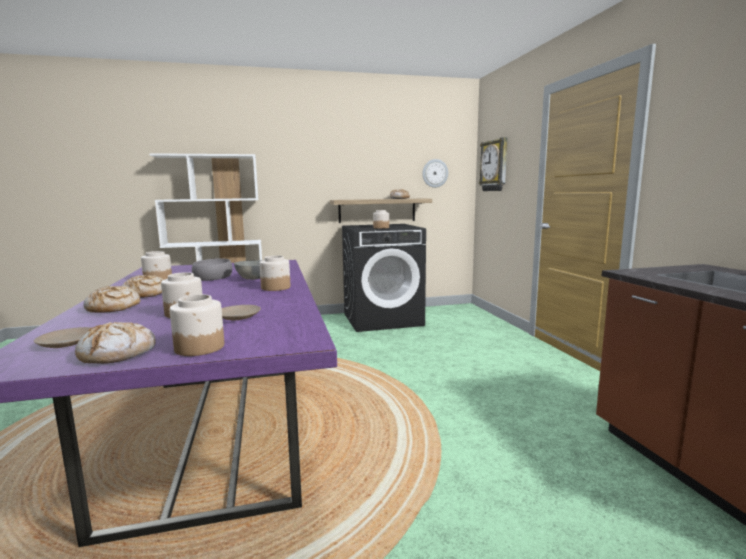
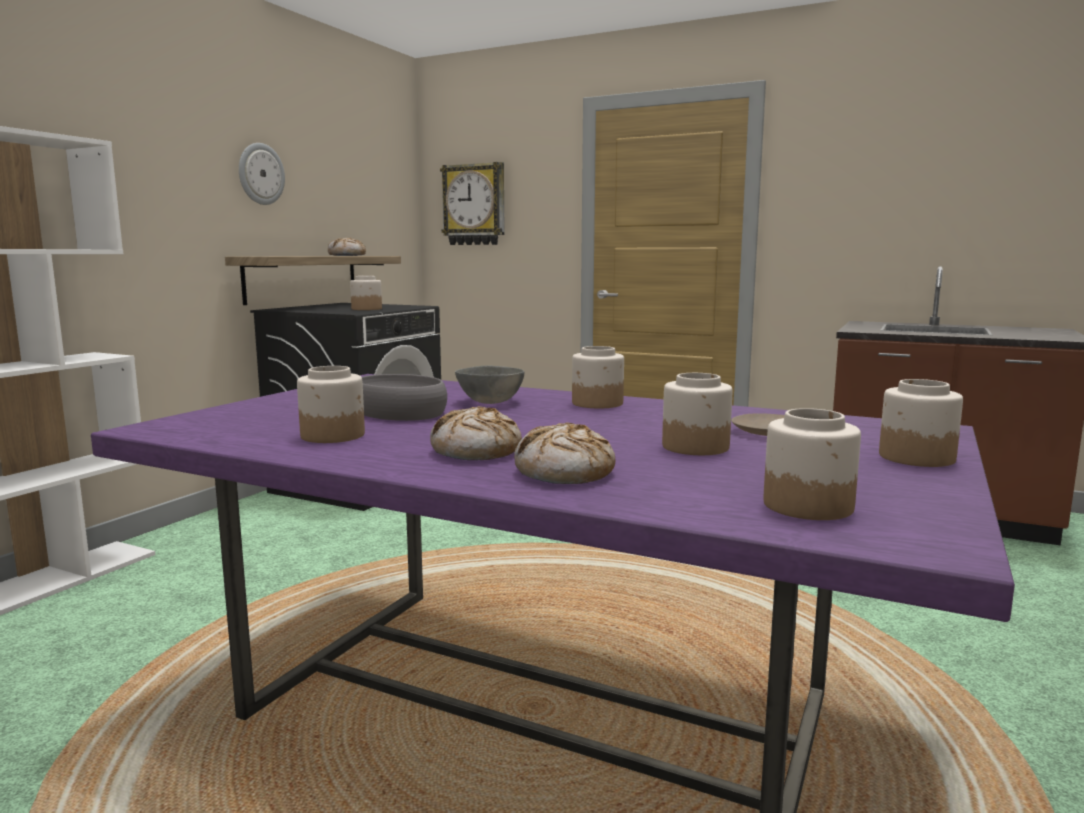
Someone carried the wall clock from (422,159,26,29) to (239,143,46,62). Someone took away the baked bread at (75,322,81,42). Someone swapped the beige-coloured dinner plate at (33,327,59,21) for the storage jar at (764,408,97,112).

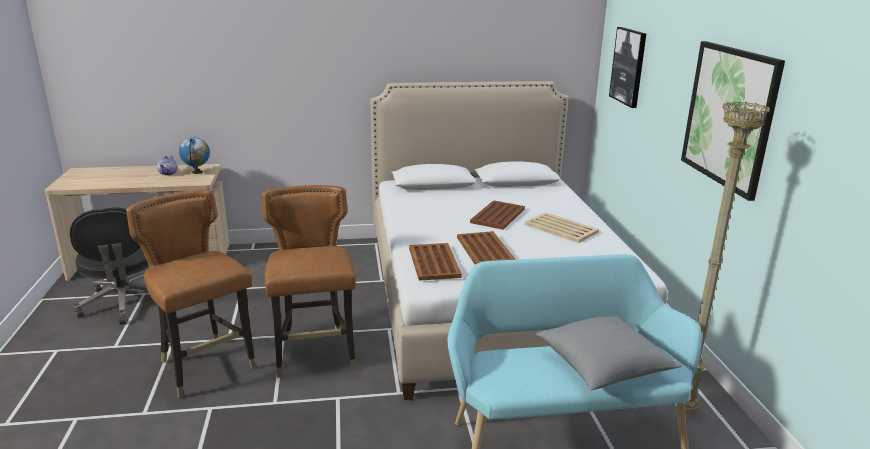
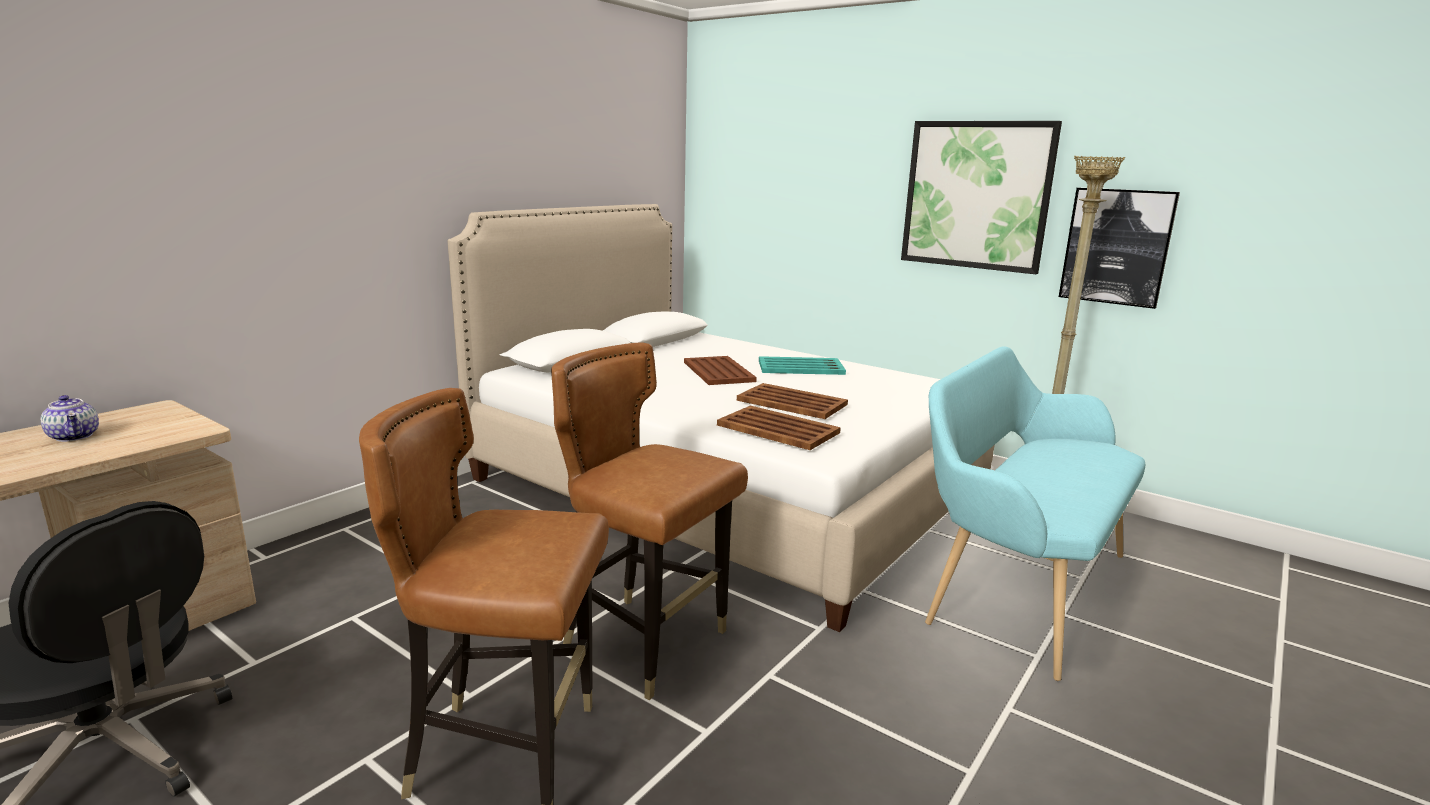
Someone carried the wall picture from (609,27,37,81) to (1059,188,121,121). Someone took away the globe at (179,138,31,36). Someone repainted the beige-coloured carrying tray at (525,212,74,31), which became the turquoise-coloured carrying tray at (759,356,87,19). Someone took away the greyish cushion at (536,316,145,74).

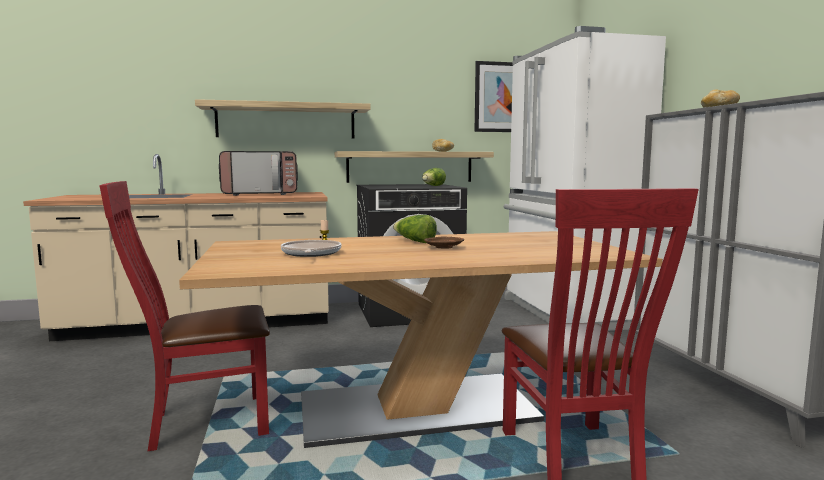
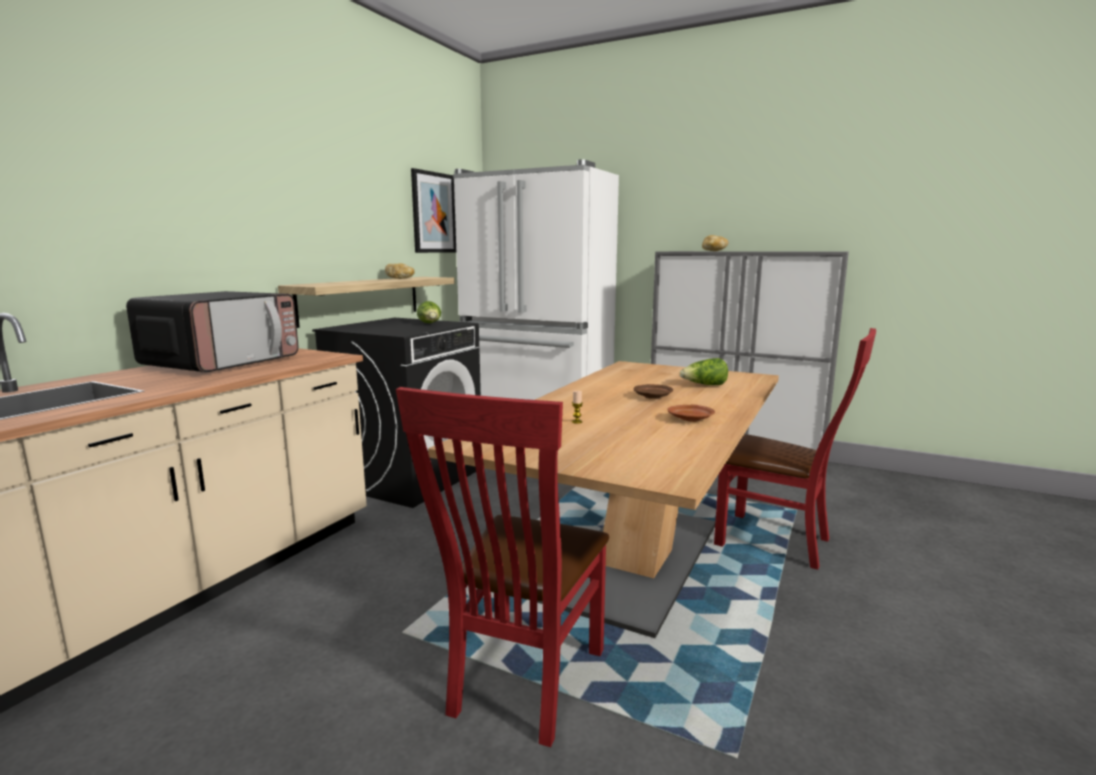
Someone took away the shelf at (195,99,176,39). Someone carried the head of lettuce from (393,215,44,28) to (680,358,48,27). Someone took away the skillet at (281,240,60,17). Someone put down the brownish dinner plate at (667,405,48,17).

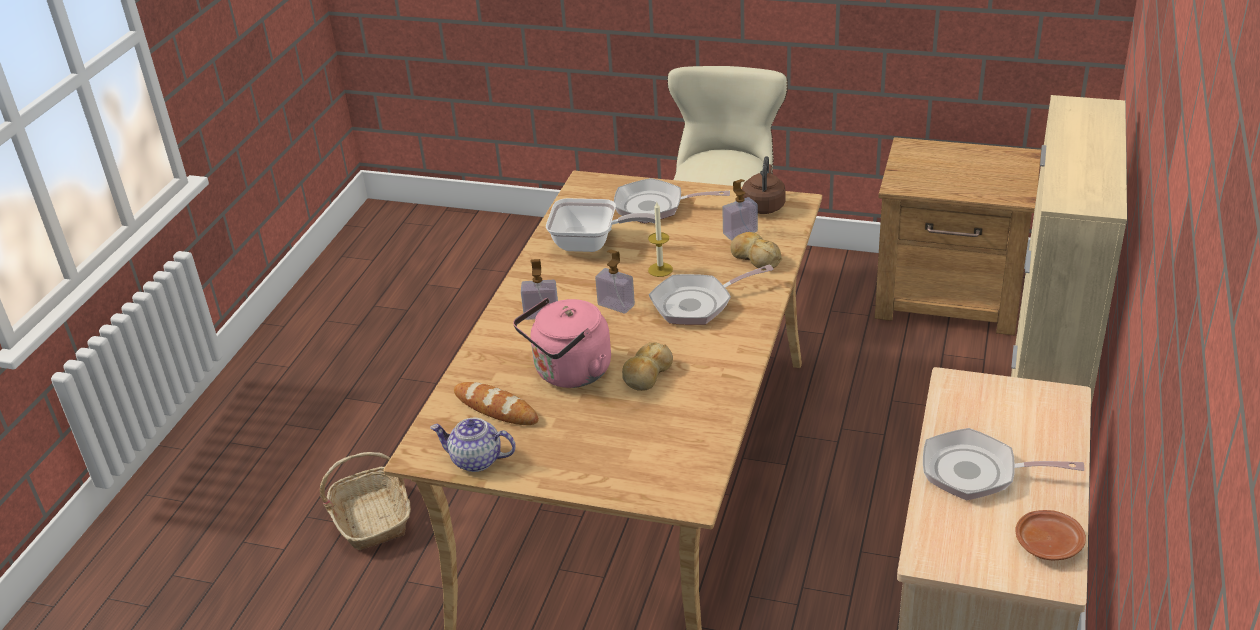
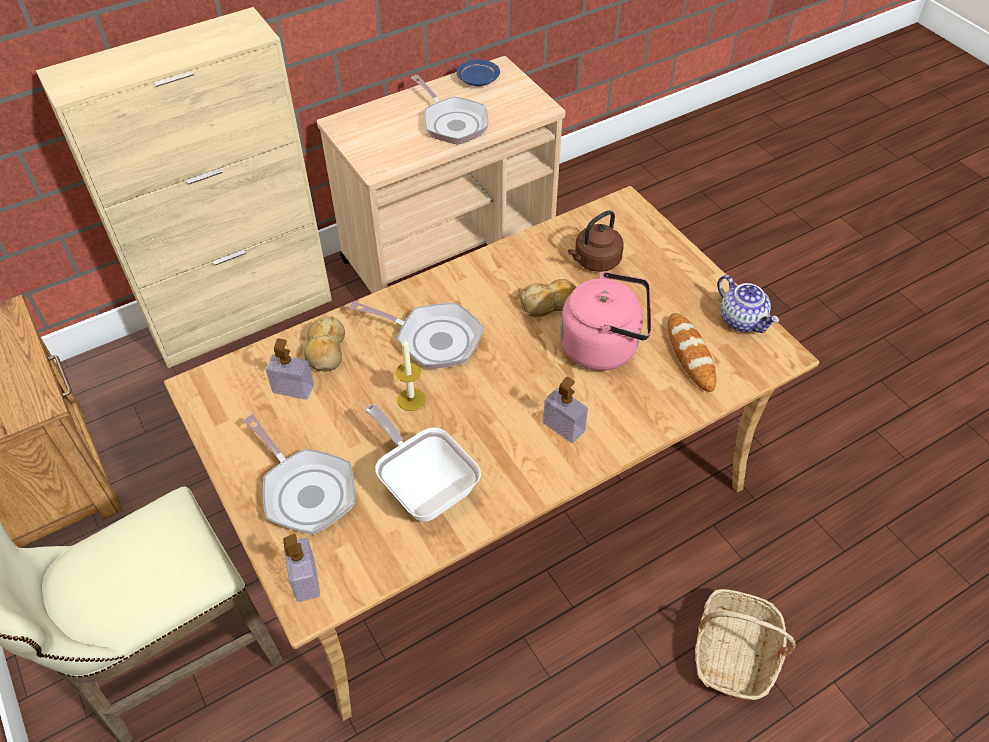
Someone carried the brownish kettle from (742,156,44,58) to (568,210,56,62). Someone carried the liquid soap bottle from (595,249,40,64) to (283,534,37,68). Someone repainted the brownish dinner plate at (1016,510,70,50), which became the blue dinner plate at (457,59,43,27).

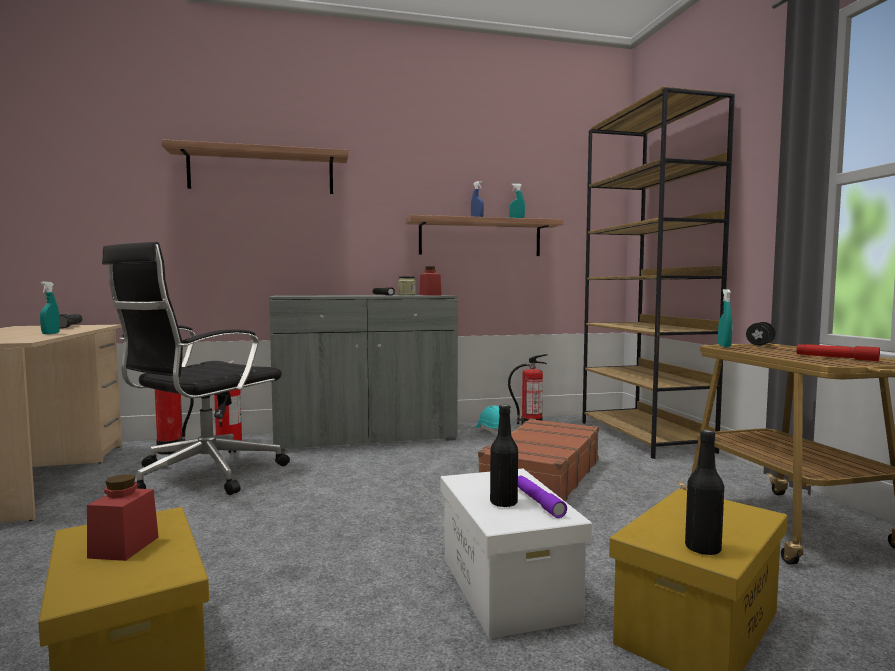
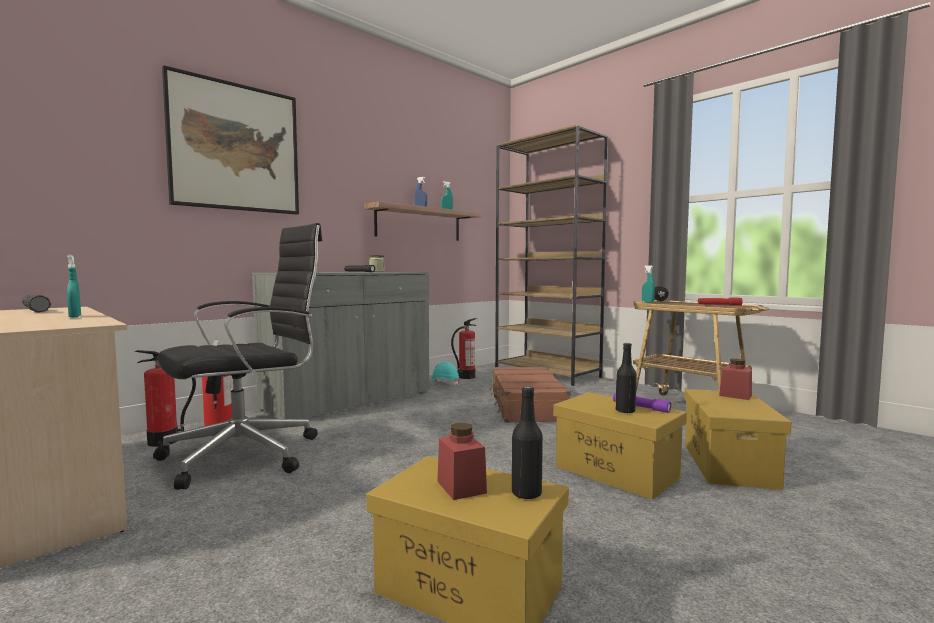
Someone swapped the shelf at (162,139,187,55) for the wall picture at (162,65,137,149). Someone rotated the black computer chair at (102,242,188,253) by 135 degrees counterclockwise. Someone carried the reddish storage jar from (419,267,22,29) to (719,359,33,41). Someone carried the black beverage bottle from (685,430,39,125) to (512,386,31,114). Someone repainted the white-coloured storage bin at (440,469,152,170), which became the yellow storage bin at (553,392,134,107).

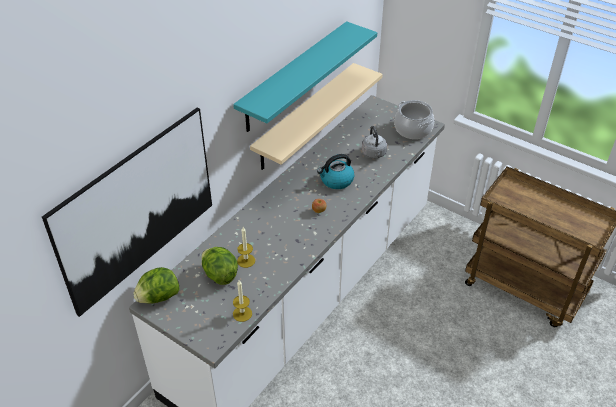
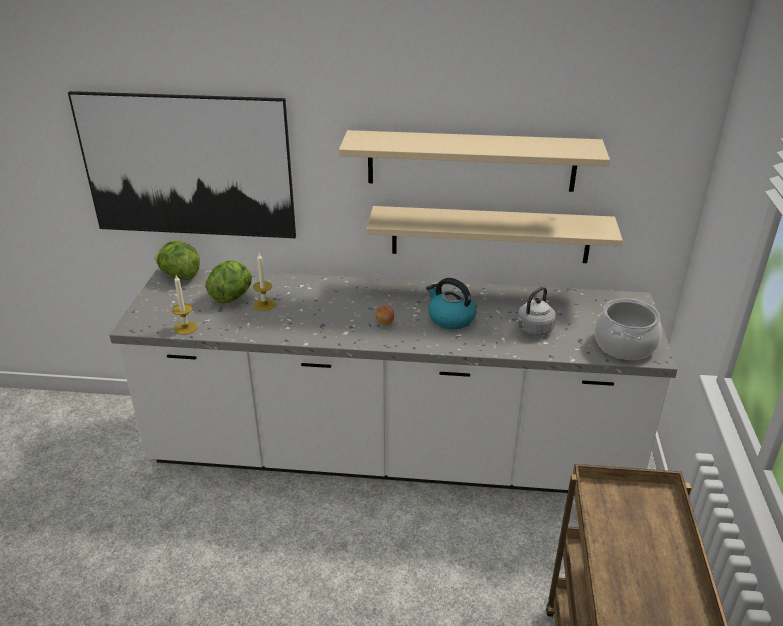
Someone repainted the turquoise-coloured shelf at (233,21,144,111), which became the beige-coloured shelf at (339,130,271,62).

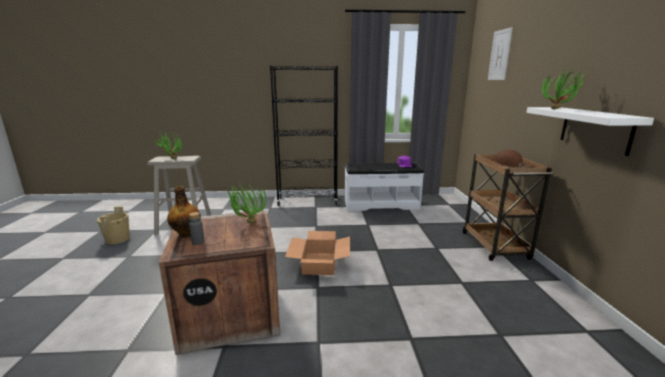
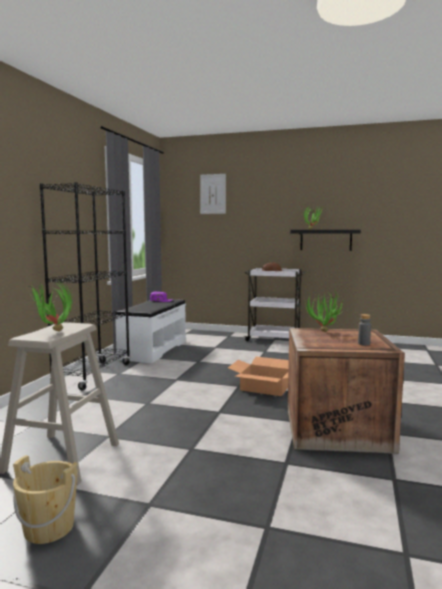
Someone repainted the white-coloured shelf at (526,107,128,49), which became the black shelf at (290,230,71,21). Someone repainted the brownish wheeled cart at (463,154,90,107), which became the white-coloured wheeled cart at (243,268,63,73). Someone took away the beverage bottle at (167,186,34,51).

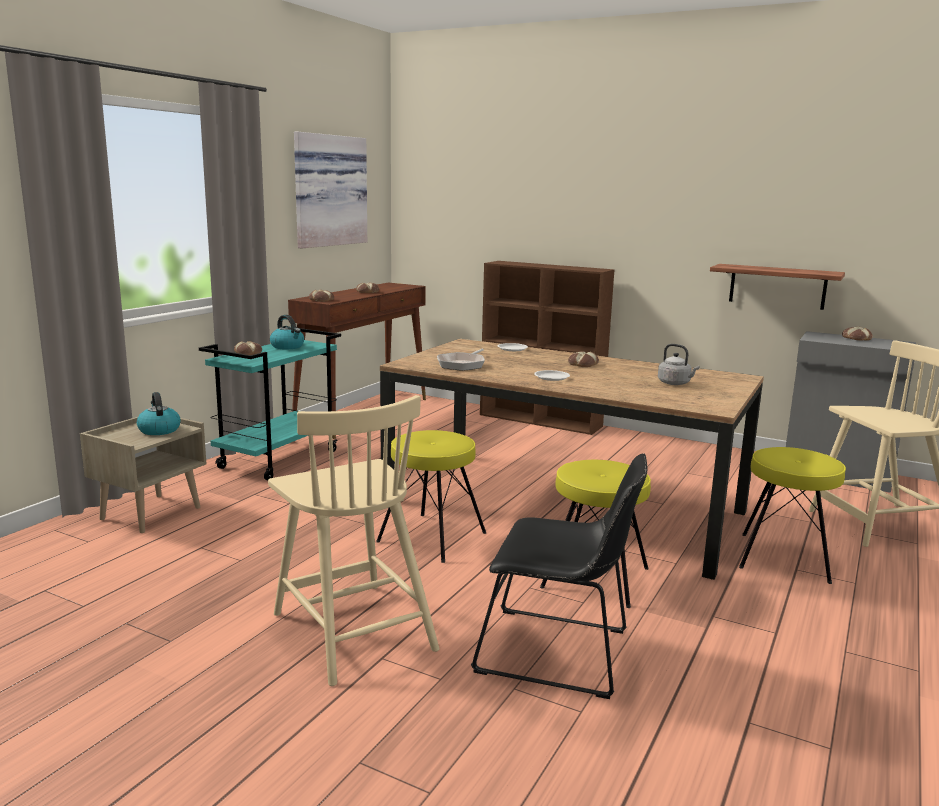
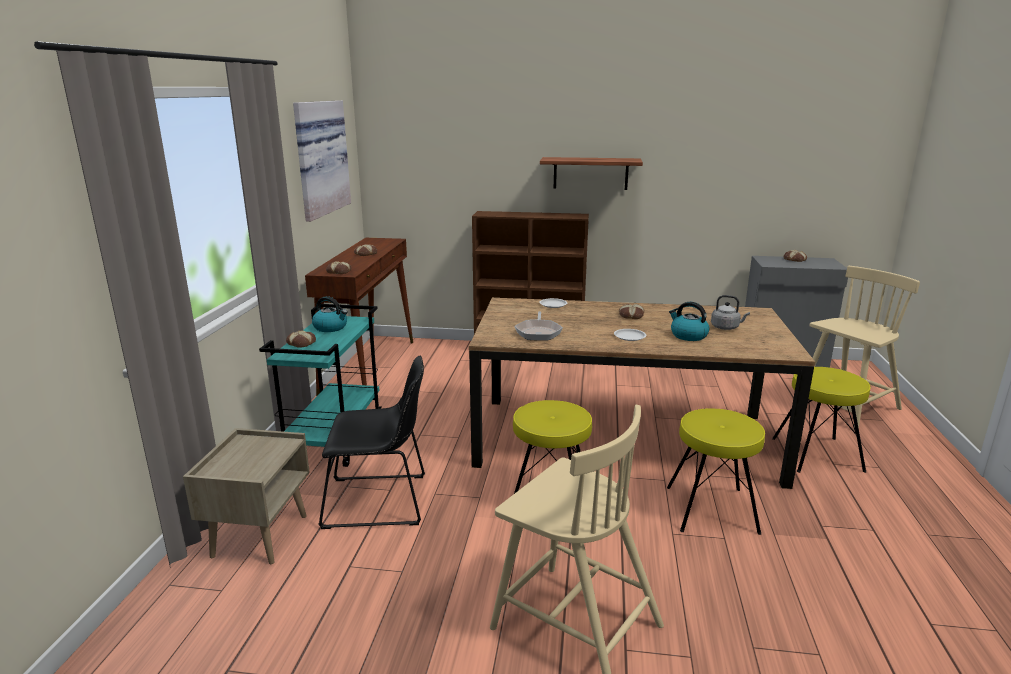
Someone carried the shelf from (710,264,135,46) to (540,157,103,33). Someone carried the kettle from (137,392,44,43) to (669,302,41,39). Someone carried the black upright chair from (471,453,177,246) to (318,356,107,173).

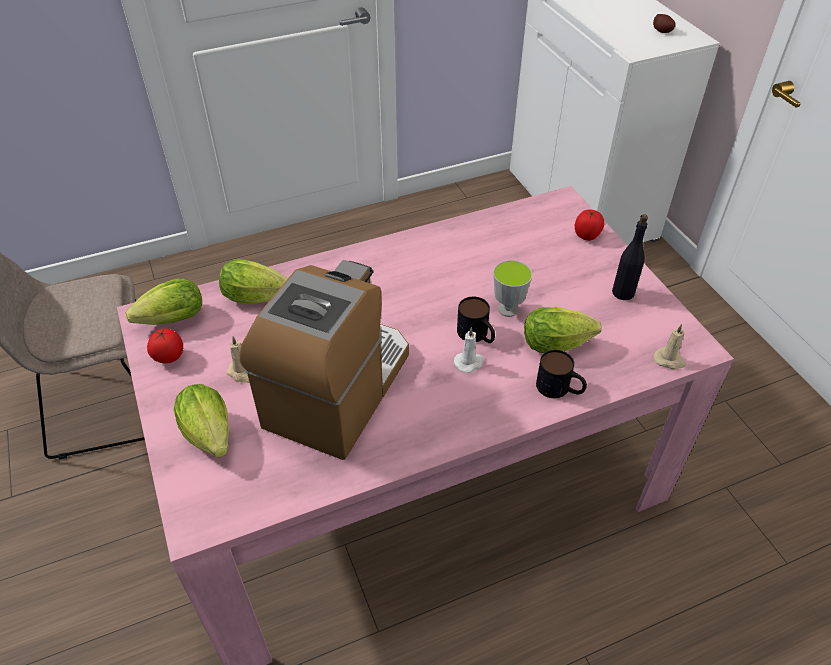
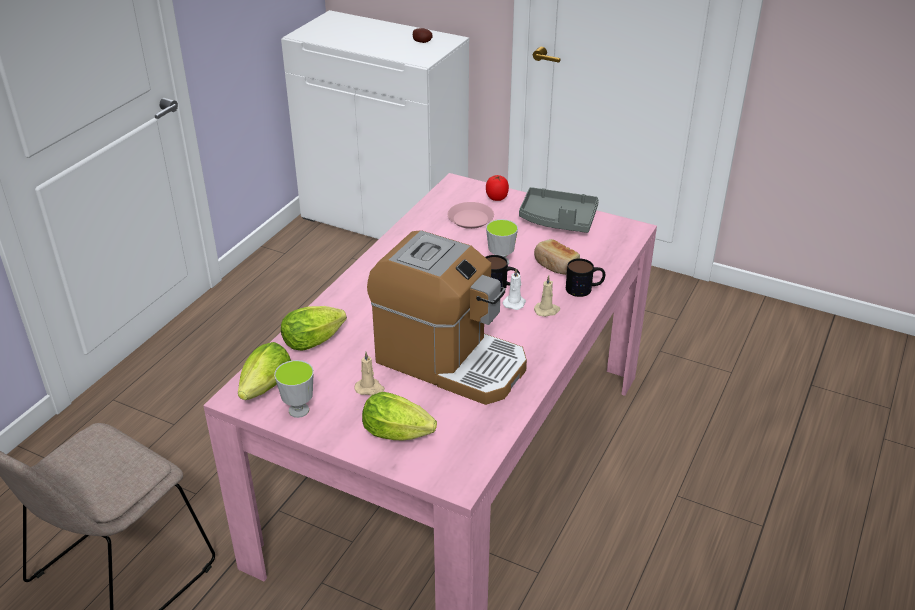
Someone swapped the black beverage bottle at (612,214,36,86) for the greyish carrying tray at (519,187,80,46). Someone rotated the coffee machine at (240,260,169,200) by 135 degrees clockwise. Someone swapped the head of lettuce at (524,307,77,46) for the baked bread at (534,239,46,36). Someone carried the beige-coloured wax candle from (653,324,33,45) to (534,275,26,42). Someone swapped the fresh tomato at (147,328,36,35) for the small cup at (274,360,40,58). Someone put down the pinkish dinner plate at (447,202,47,27).

